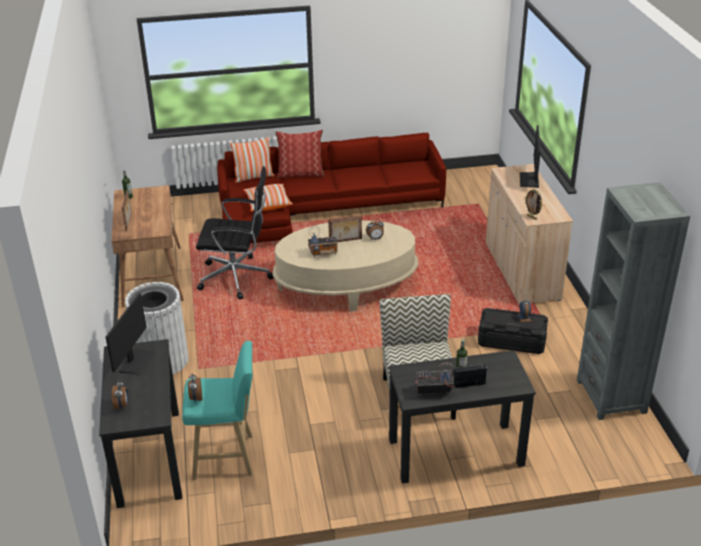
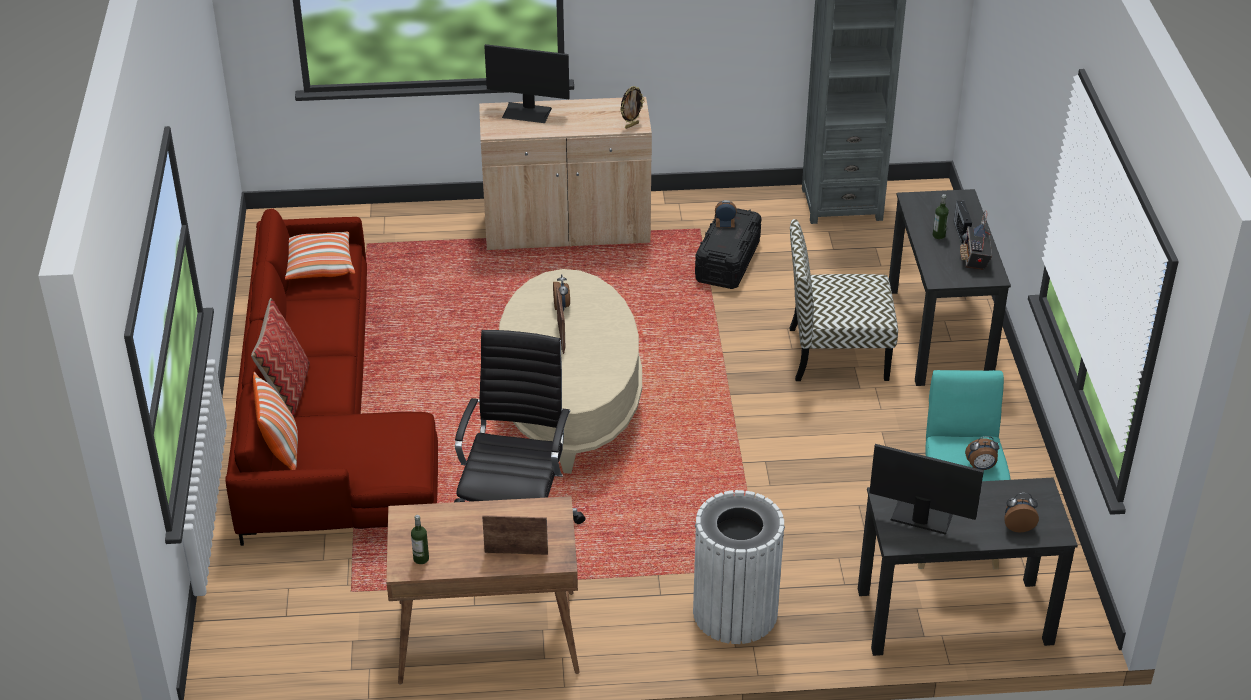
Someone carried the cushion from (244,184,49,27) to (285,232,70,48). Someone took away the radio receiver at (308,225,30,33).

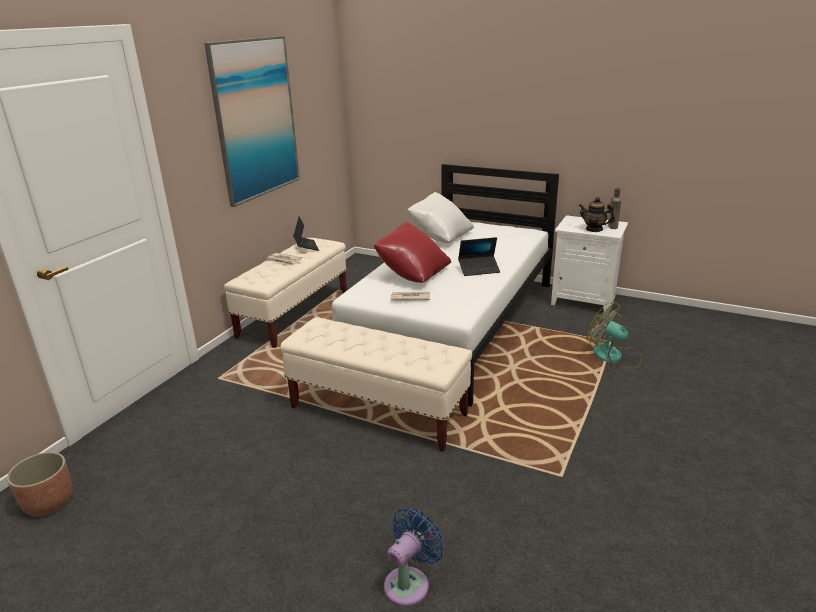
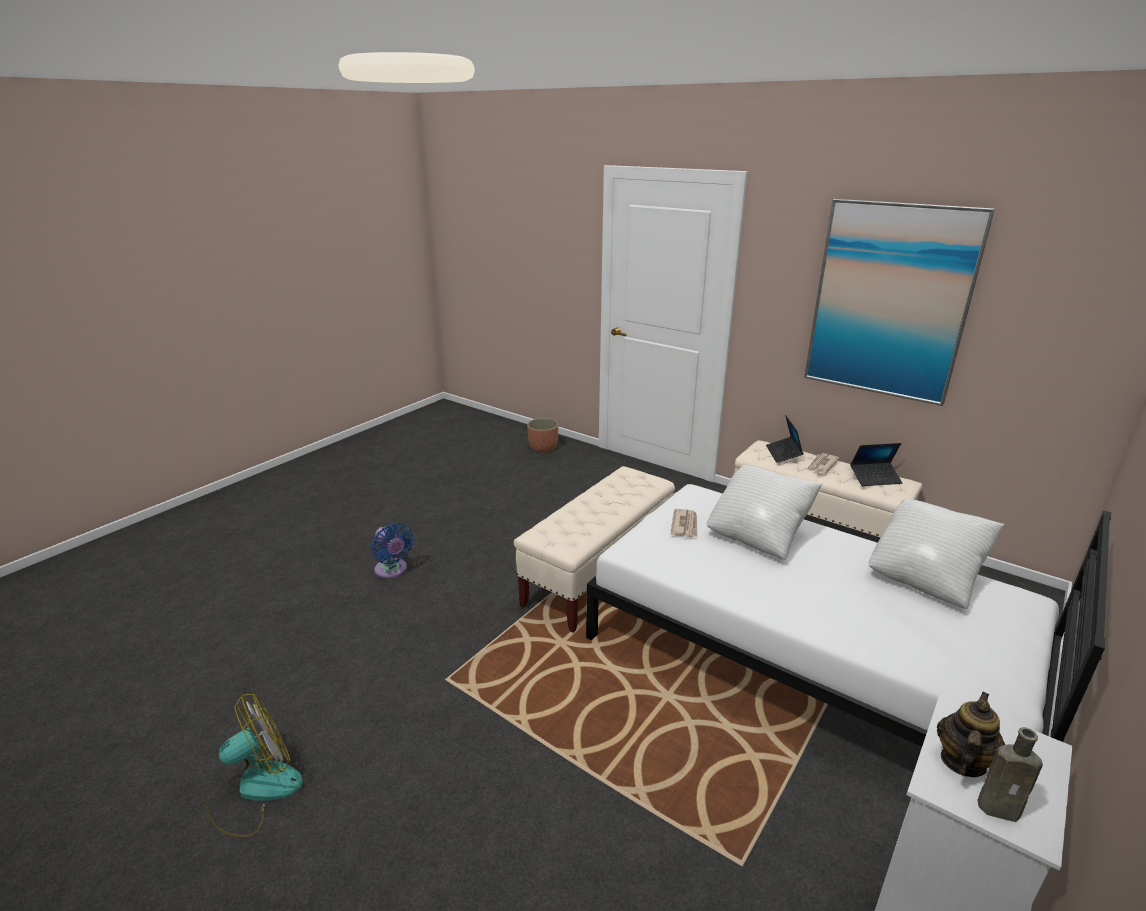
Someone repainted the reddish cushion at (374,222,77,61), which became the white-coloured cushion at (706,465,116,95). Someone carried the laptop from (458,237,42,39) to (766,415,38,48). Someone carried the electric fan from (586,302,56,67) to (206,694,97,144).

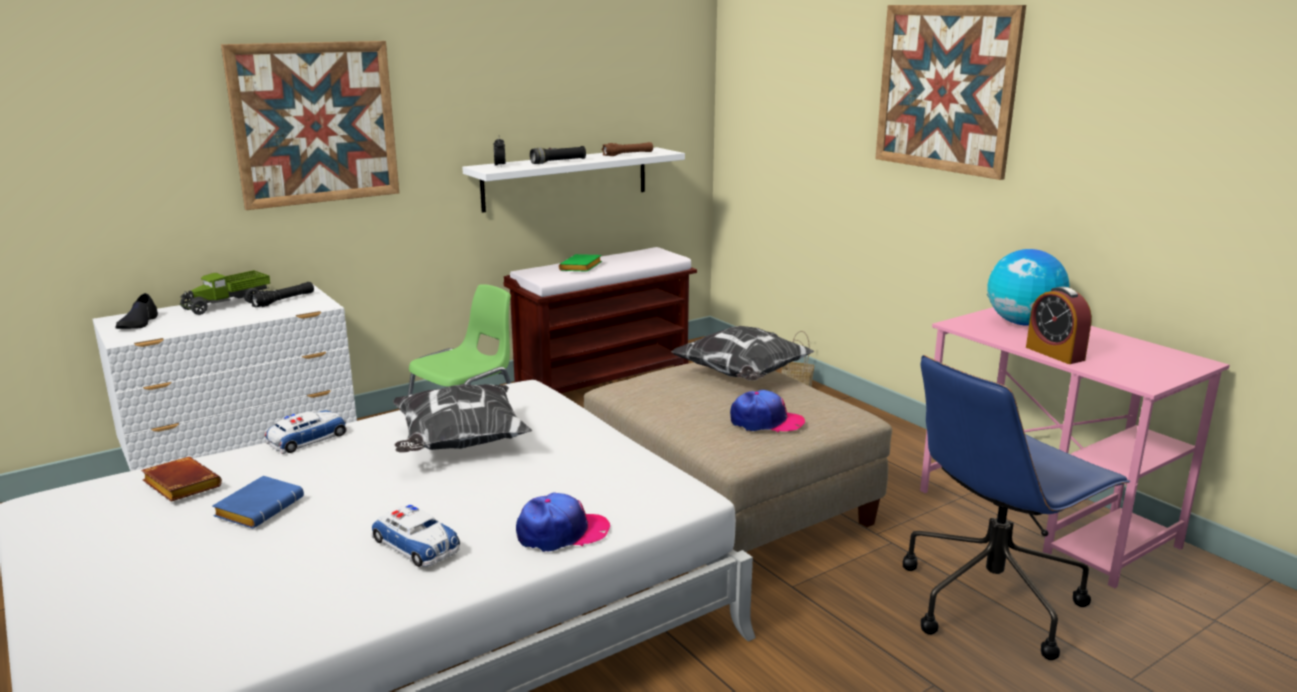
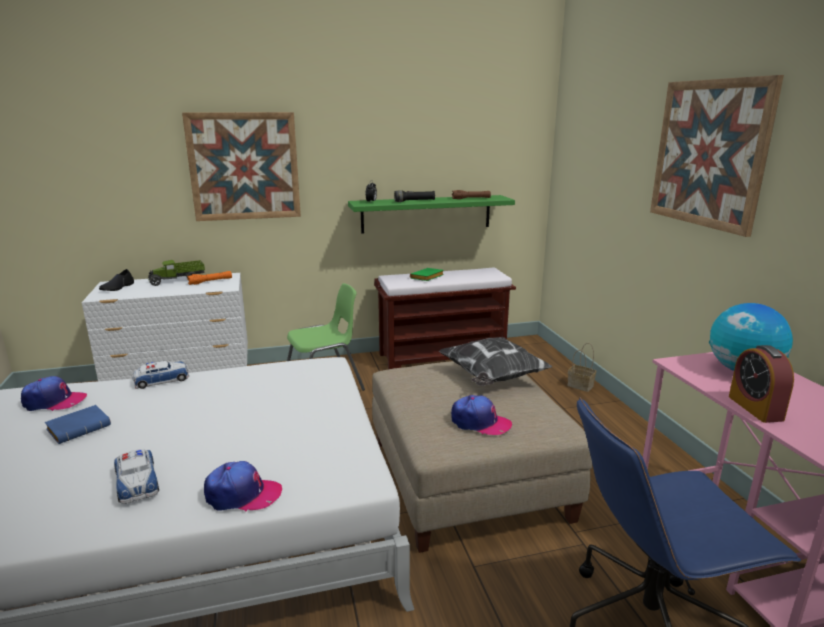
Someone repainted the white-coloured shelf at (462,147,223,66), which became the green-coloured shelf at (348,195,167,39). Someone repainted the black torch at (249,282,65,26), which became the orangey torch at (187,271,45,14). Someone took away the cushion at (393,384,139,69). Someone swapped the brownish bound book at (141,457,81,45) for the baseball cap at (21,376,66,35).

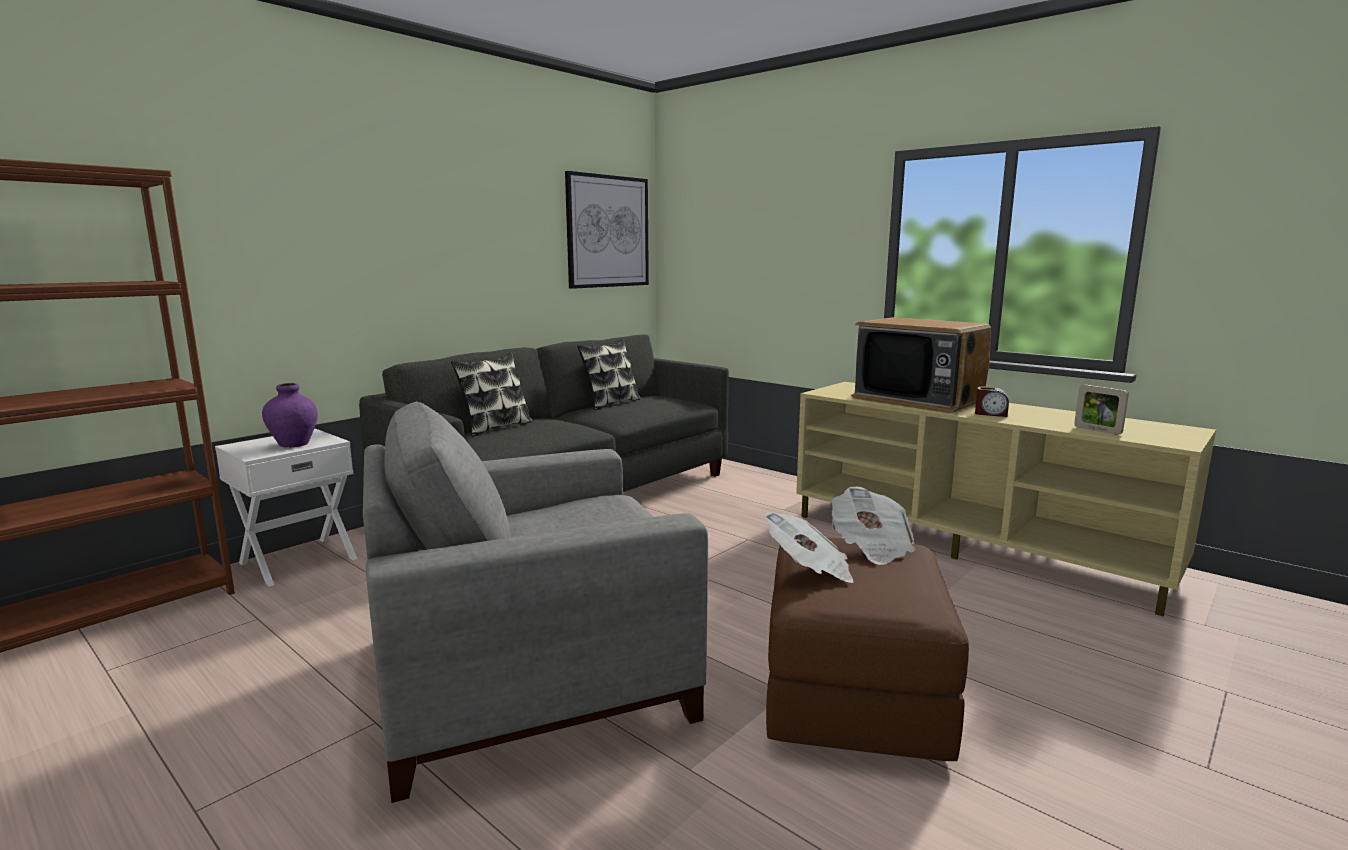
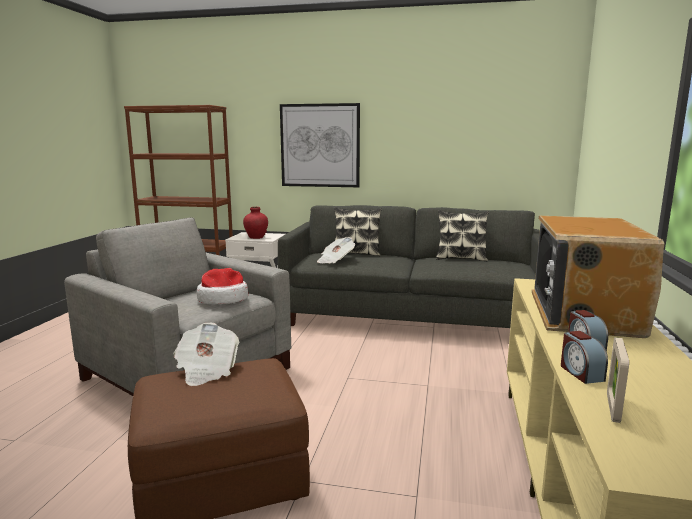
Someone carried the wall picture from (565,171,84,118) to (280,103,80,84). Someone repainted the purple decorative vase at (262,383,56,65), which became the reddish decorative vase at (243,207,25,32). Someone carried the printed paper from (832,487,84,78) to (317,237,38,26). Someone put down the hat at (197,268,51,37). Someone put down the alarm clock at (561,331,47,53).

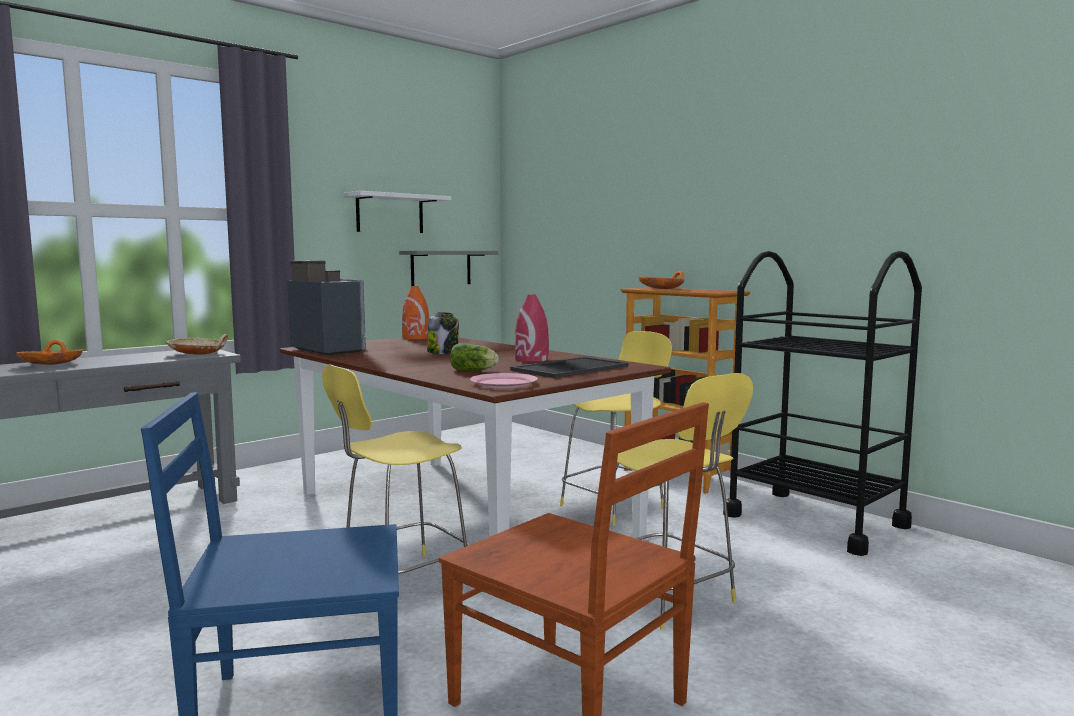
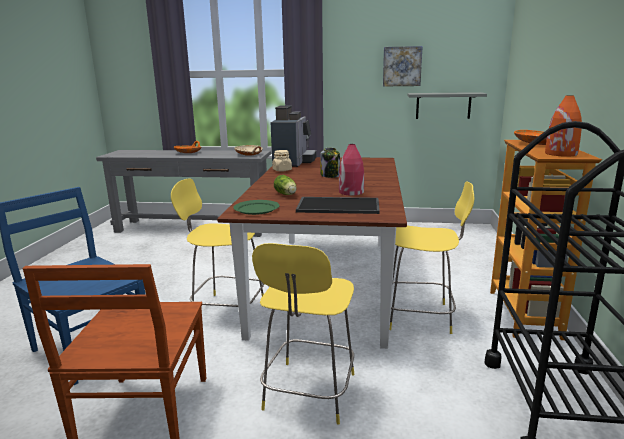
Someone swapped the white-coloured shelf at (343,191,109,42) for the wall picture at (383,46,40,41). Someone carried the orangey decorative vase from (402,286,27,54) to (545,95,37,62). Someone repainted the pinkish dinner plate at (470,373,68,15), which became the green-coloured dinner plate at (233,200,47,15). Someone put down the beige-coloured storage jar at (272,150,20,21).

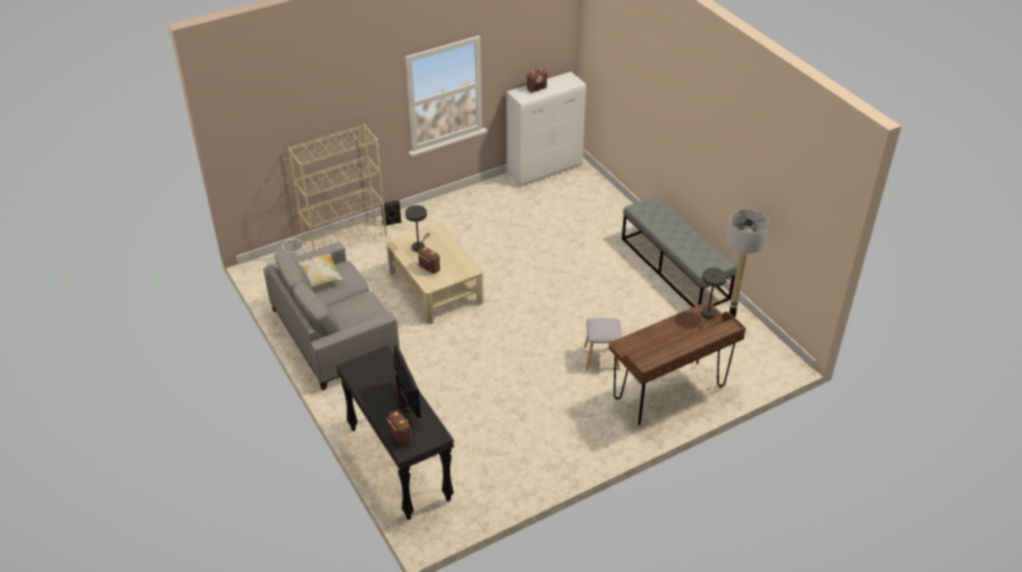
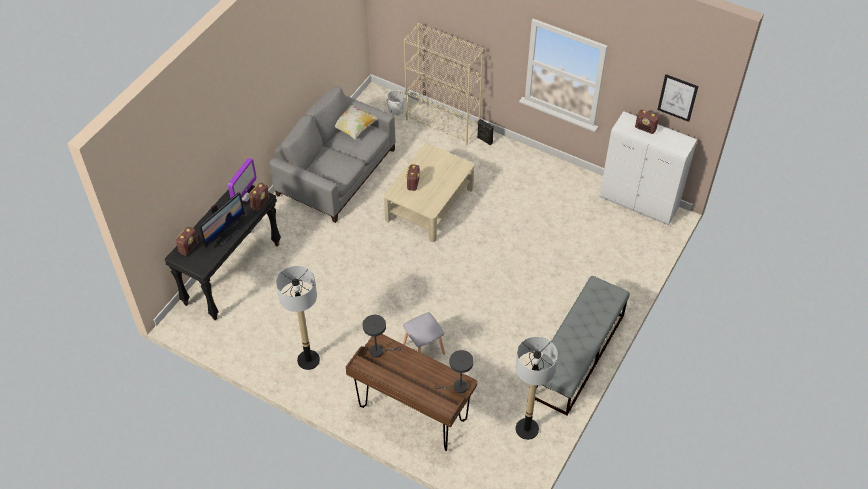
Someone carried the greyish lamp for a table from (405,205,25,47) to (363,315,38,43). Someone put up the wall picture at (657,74,41,48). Someone put down the monitor at (228,158,28,44). Someone put down the radio receiver at (249,183,21,28). Someone put down the standard lamp at (276,266,44,104).

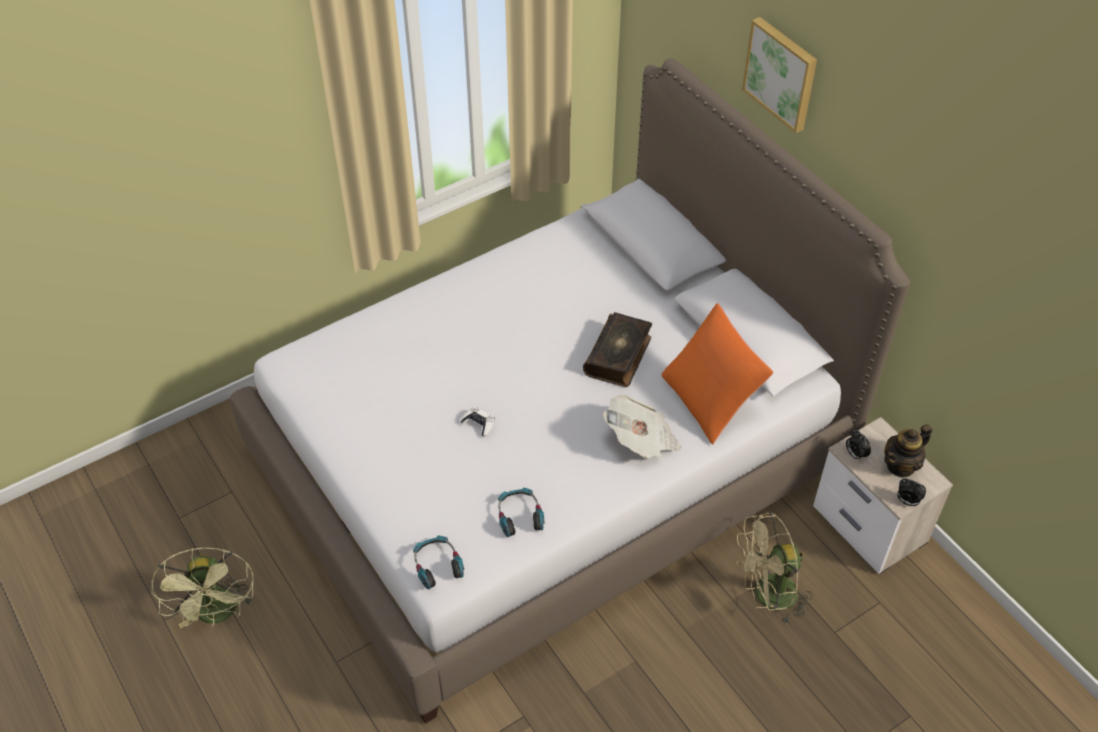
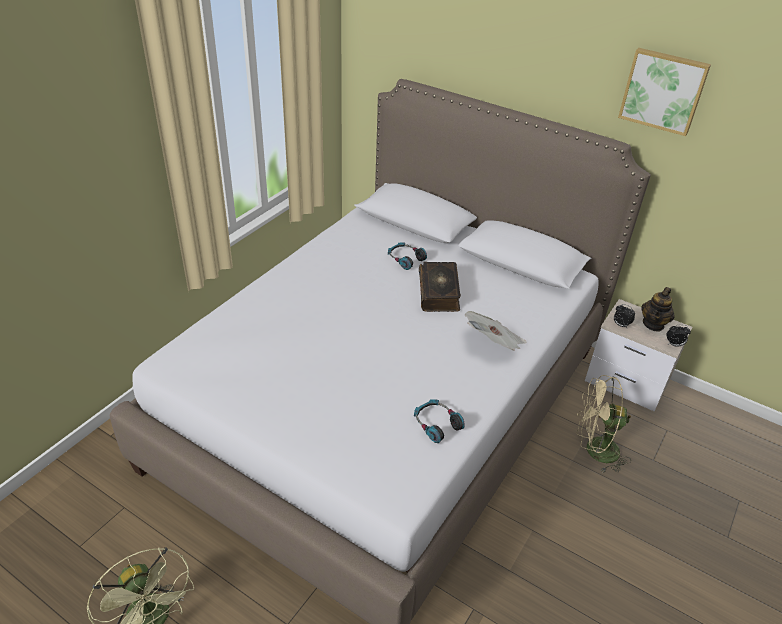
Someone carried the wall picture from (742,17,75,116) to (618,48,93,88). Someone took away the orangey cushion at (662,303,111,141). Someone took away the white-coloured gamepad at (460,407,35,29). Someone rotated the beige-coloured electric fan at (736,512,77,113) by 45 degrees clockwise. Someone carried the headset from (413,535,51,55) to (388,242,39,28).

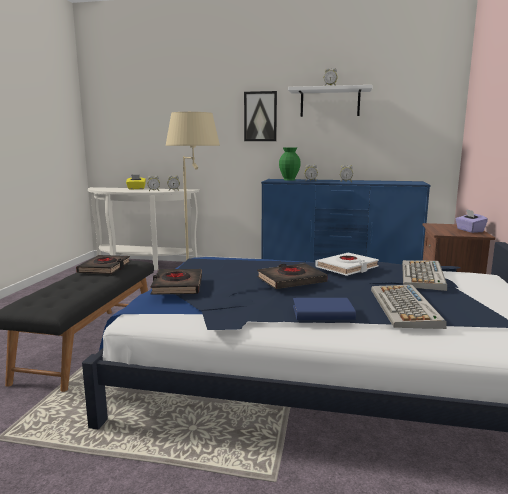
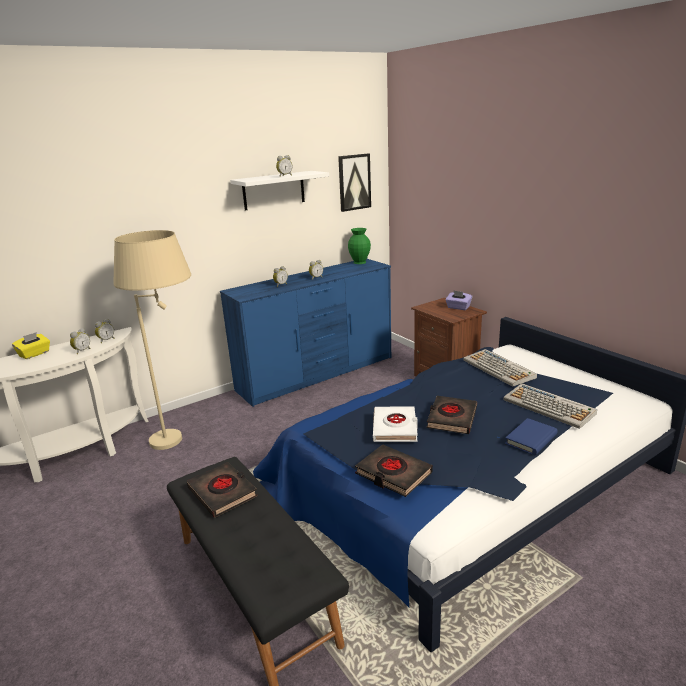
Someone carried the wall picture from (244,91,33,50) to (338,153,33,59). Someone carried the green-coloured decorative vase from (279,148,22,33) to (348,228,23,36). Someone carried the white-coloured bound book from (315,253,64,23) to (373,406,45,36).

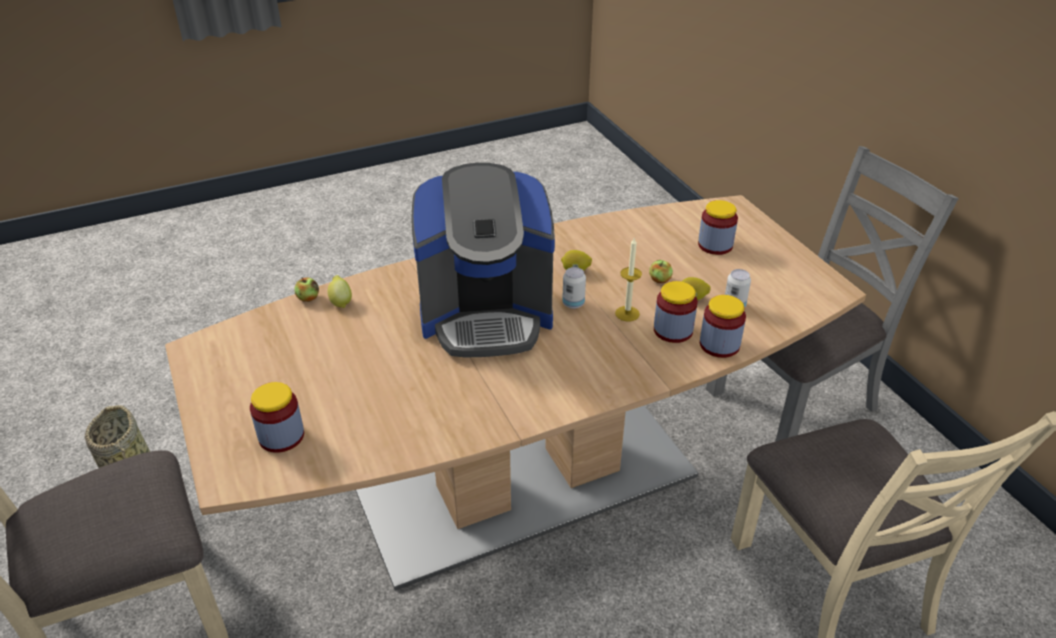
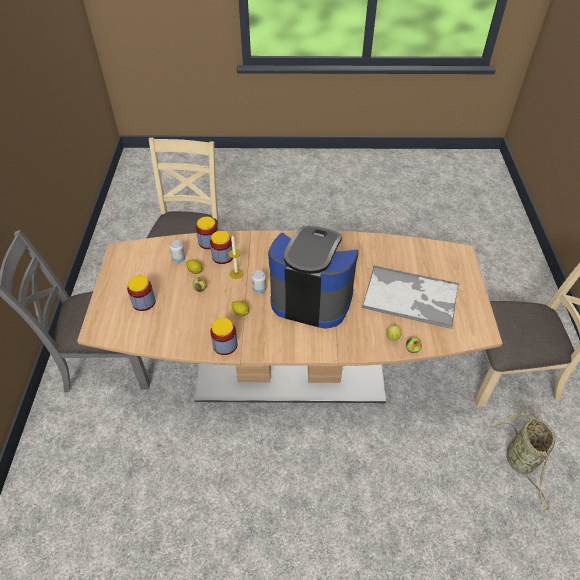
Someone carried the storage jar from (250,382,54,71) to (210,318,27,37). Someone put down the carrying tray at (362,266,98,63).

